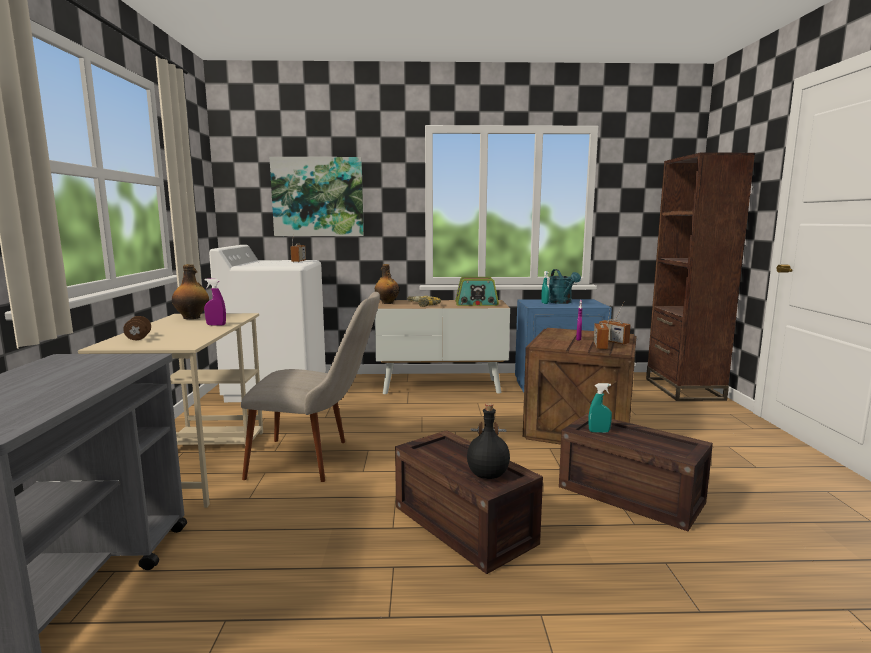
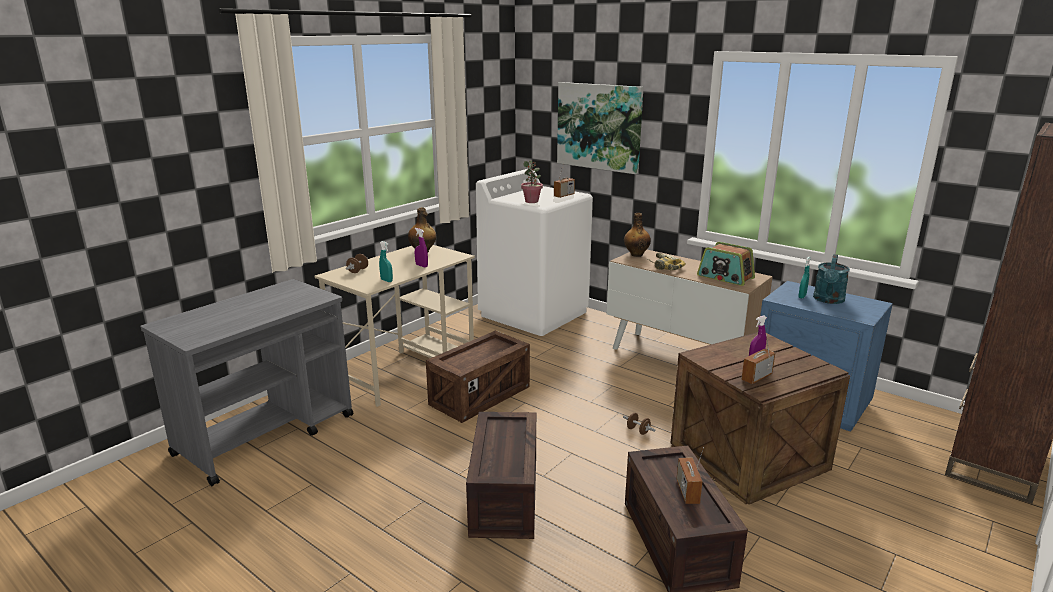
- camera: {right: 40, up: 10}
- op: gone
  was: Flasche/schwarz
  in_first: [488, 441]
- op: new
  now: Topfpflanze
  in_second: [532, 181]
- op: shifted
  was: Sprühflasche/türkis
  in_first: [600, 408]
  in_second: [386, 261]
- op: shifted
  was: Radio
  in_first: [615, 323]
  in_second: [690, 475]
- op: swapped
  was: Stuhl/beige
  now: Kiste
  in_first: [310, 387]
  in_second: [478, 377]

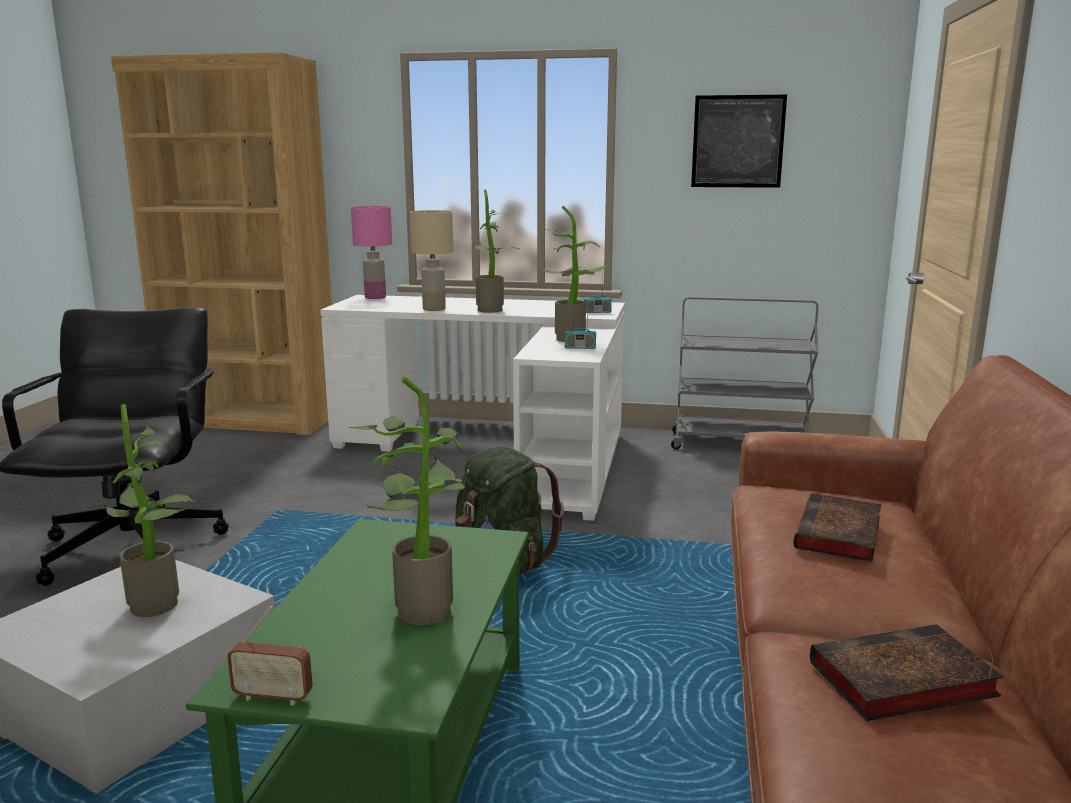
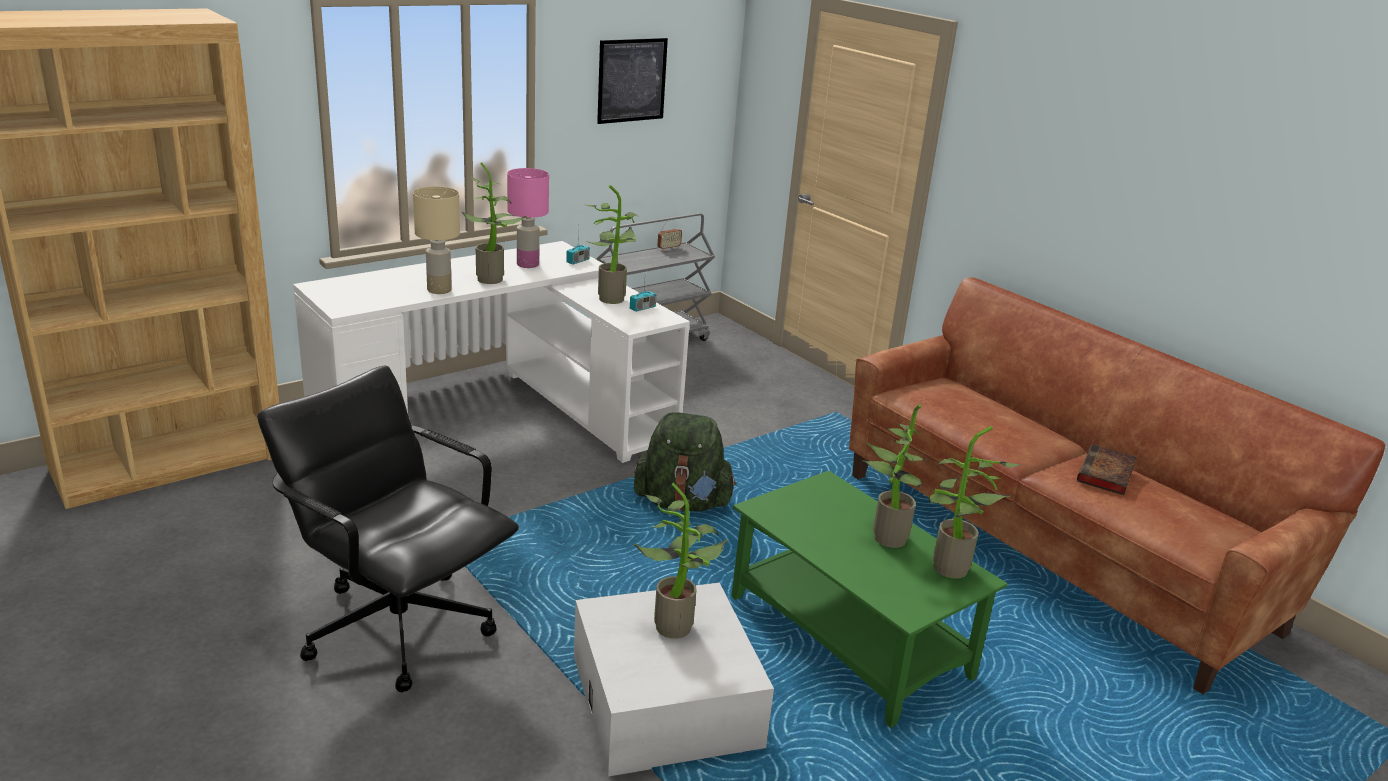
- camera: {right: -50, up: 10}
- op: gone
  was: Buch
  in_first: [837, 527]
- op: new
  now: Topfpflanze
  in_second: [975, 502]
- op: shifted
  was: Radio
  in_first: [270, 656]
  in_second: [669, 233]
- op: shifted
  was: Tischlampe/rosa
  in_first: [371, 252]
  in_second: [528, 218]

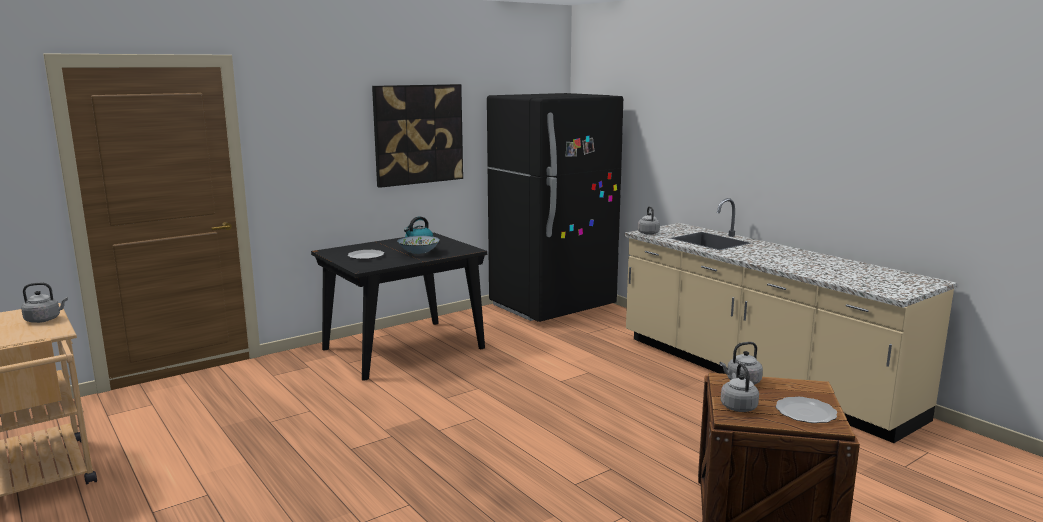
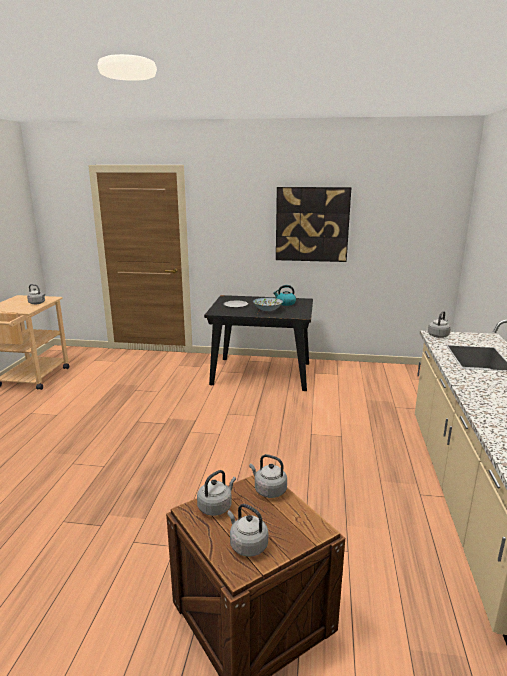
- camera: {right: 45, up: 5}
- op: gone
  was: Kühlschrank/schwarz
  in_first: [555, 207]
- op: swapped
  was: Teller
  now: Wasserkessel/grau
  in_first: [806, 410]
  in_second: [247, 530]

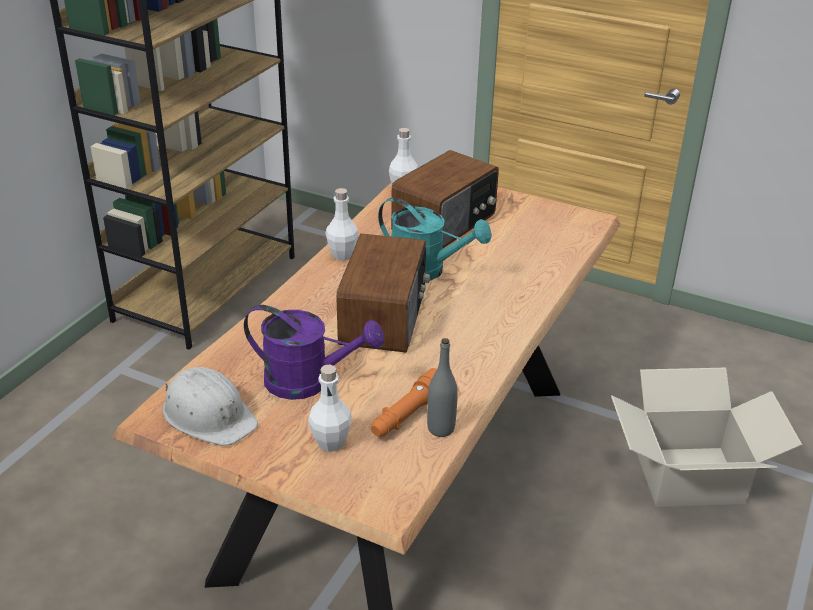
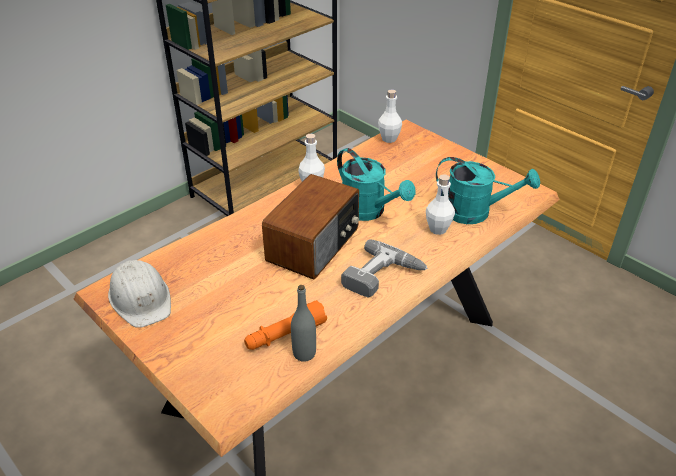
- camera: {right: 20, up: 5}
- op: gone
  was: Gießkanne/lila
  in_first: [314, 352]
- op: gone
  was: Radio
  in_first: [445, 199]
- op: gone
  was: Karton
  in_first: [706, 437]
- op: new
  now: Bohrmaschine
  in_second: [384, 268]
- op: new
  now: Gießkanne/türkis
  in_second: [488, 190]
- op: shifted
  was: Flasche/weiß
  in_first: [330, 408]
  in_second: [440, 204]

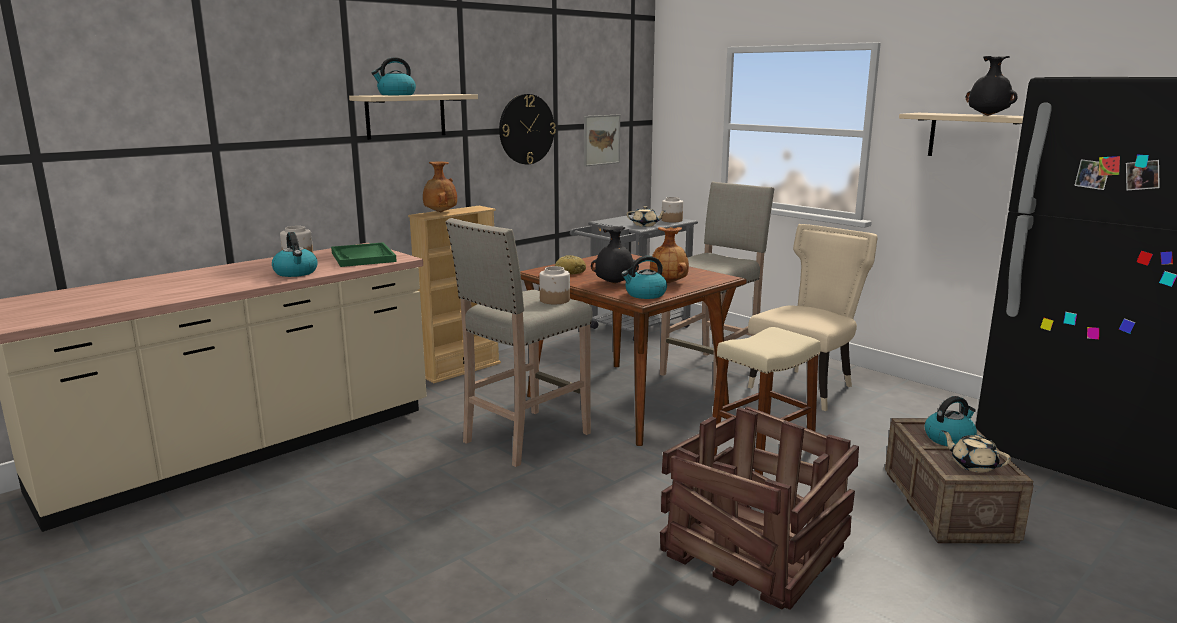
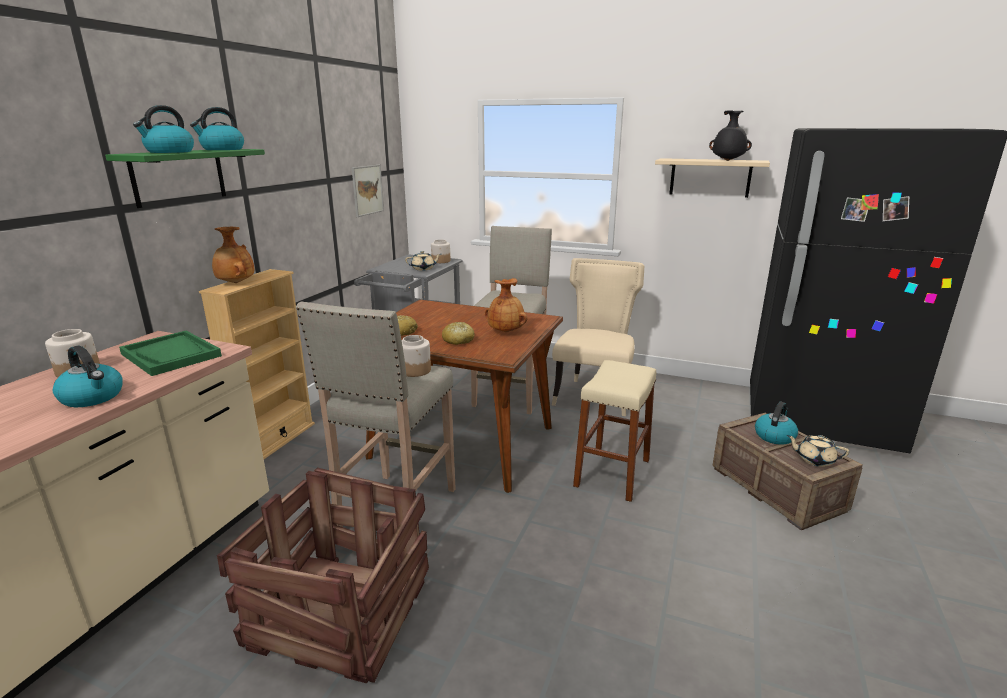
- camera: {right: -25, up: 5}
- op: gone
  was: Wanduhr
  in_first: [527, 129]
- op: shifted
  was: Wasserkessel
  in_first: [644, 277]
  in_second: [217, 128]
- op: shifted
  was: Kiste
  in_first: [759, 508]
  in_second: [323, 575]
- op: swapped
  was: Vase/schwarz
  now: Brot
  in_first: [615, 255]
  in_second: [458, 333]
- op: repainted
  was: Wandregal/beige
  now: Wandregal/grün
  in_first: [413, 117]
  in_second: [185, 178]

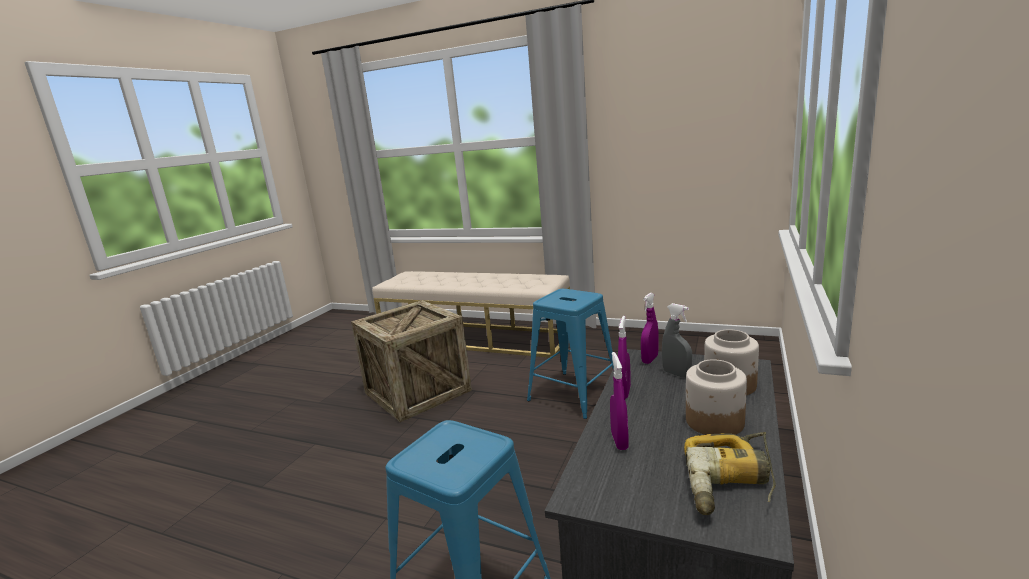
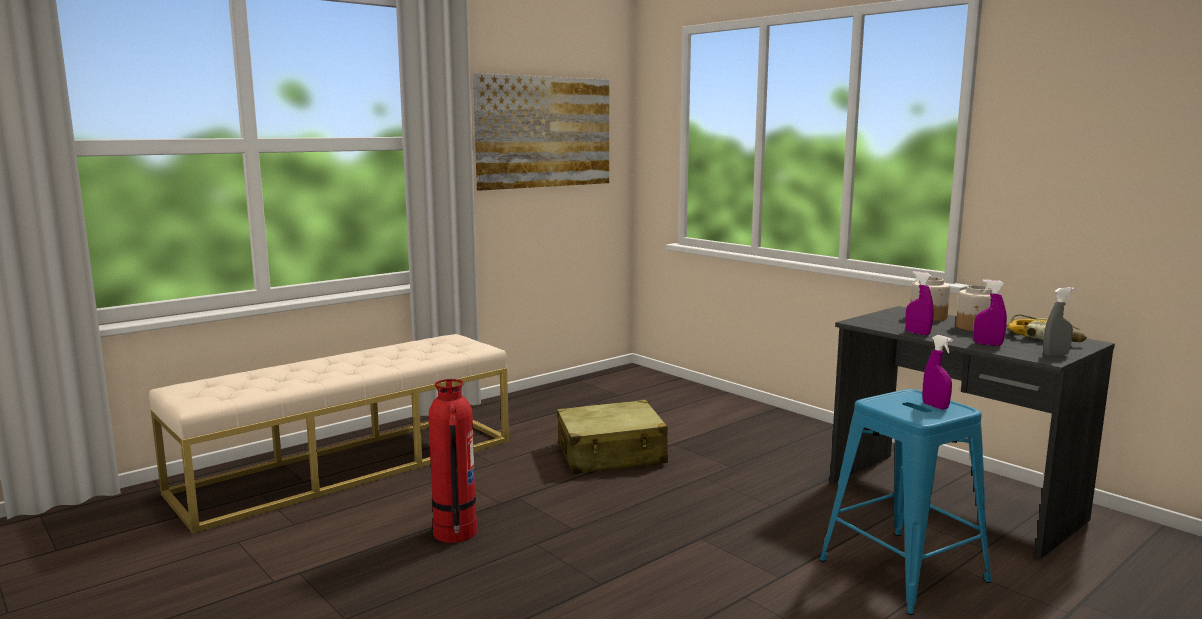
- camera: {right: -65, up: -5}
- op: new
  now: Bild
  in_second: [541, 132]
- op: shifted
  was: Sprühflasche/lila
  in_first: [650, 328]
  in_second: [937, 372]
- op: shifted
  was: Sprühflasche/grau
  in_first: [677, 340]
  in_second: [1059, 321]
- op: swapped
  was: Kiste
  now: Feuerlöscher
  in_first: [411, 361]
  in_second: [452, 461]
- op: swapped
  was: Hocker/blau
  now: Koffer/beige
  in_first: [570, 354]
  in_second: [612, 437]

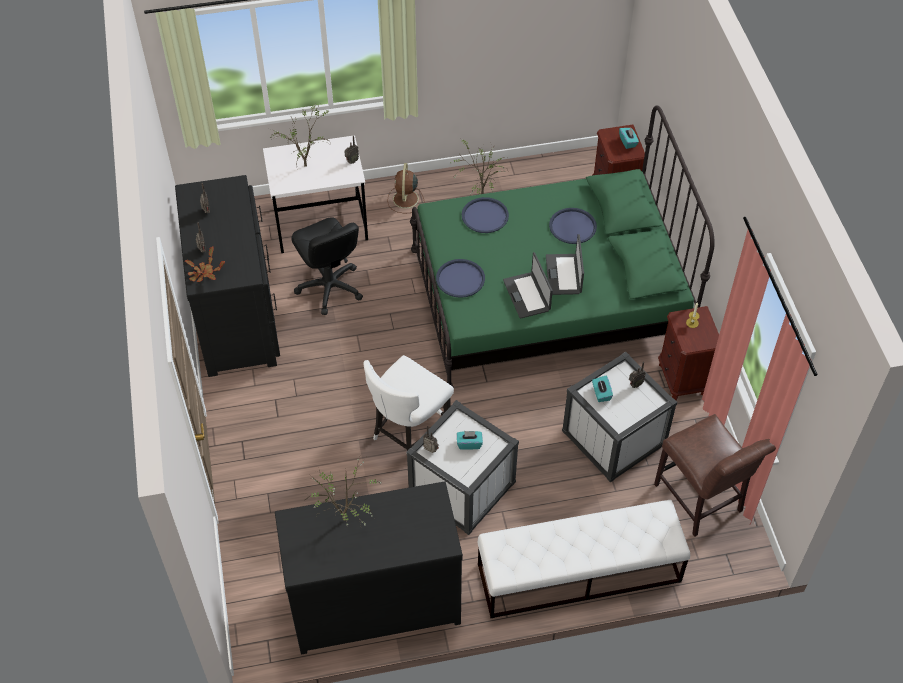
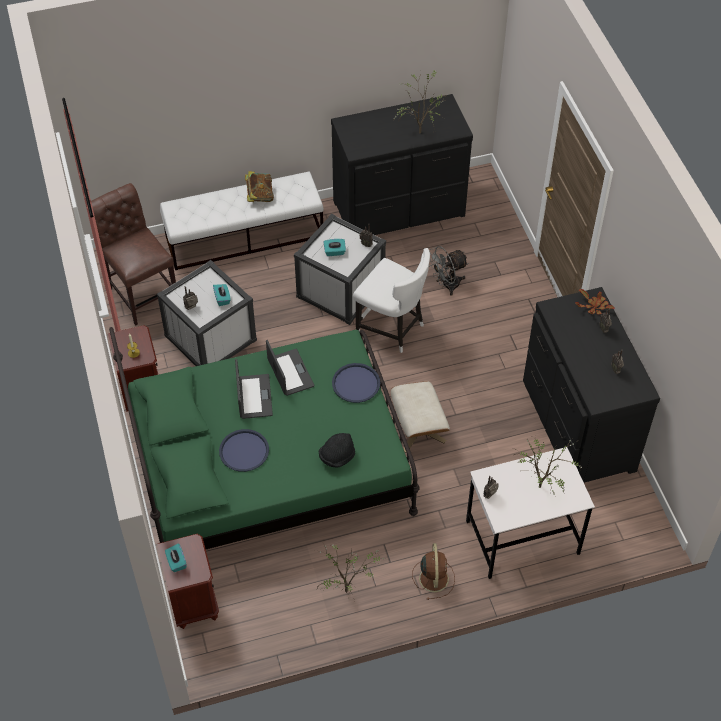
- camera: {right: 175, up: 0}
- op: gone
  was: Bürostuhl/schwarz
  in_first: [327, 266]
- op: new
  now: Buch
  in_second: [259, 186]
- op: new
  now: Polsterhocker/beige
  in_second: [420, 417]
- op: new
  now: Ventilator/grau
  in_second: [448, 271]
- op: swapped
  was: Tablett/blau
  now: Hut/schwarz
  in_first: [485, 215]
  in_second: [337, 450]
- op: rotated
  was: Stuhl/weiß
  in_first: [409, 403]
  in_second: [391, 300]
  clockwise: 90

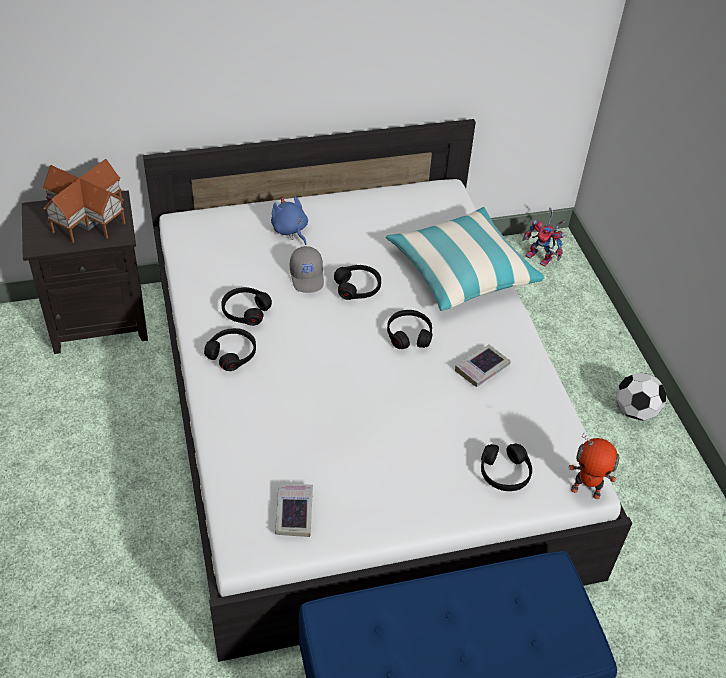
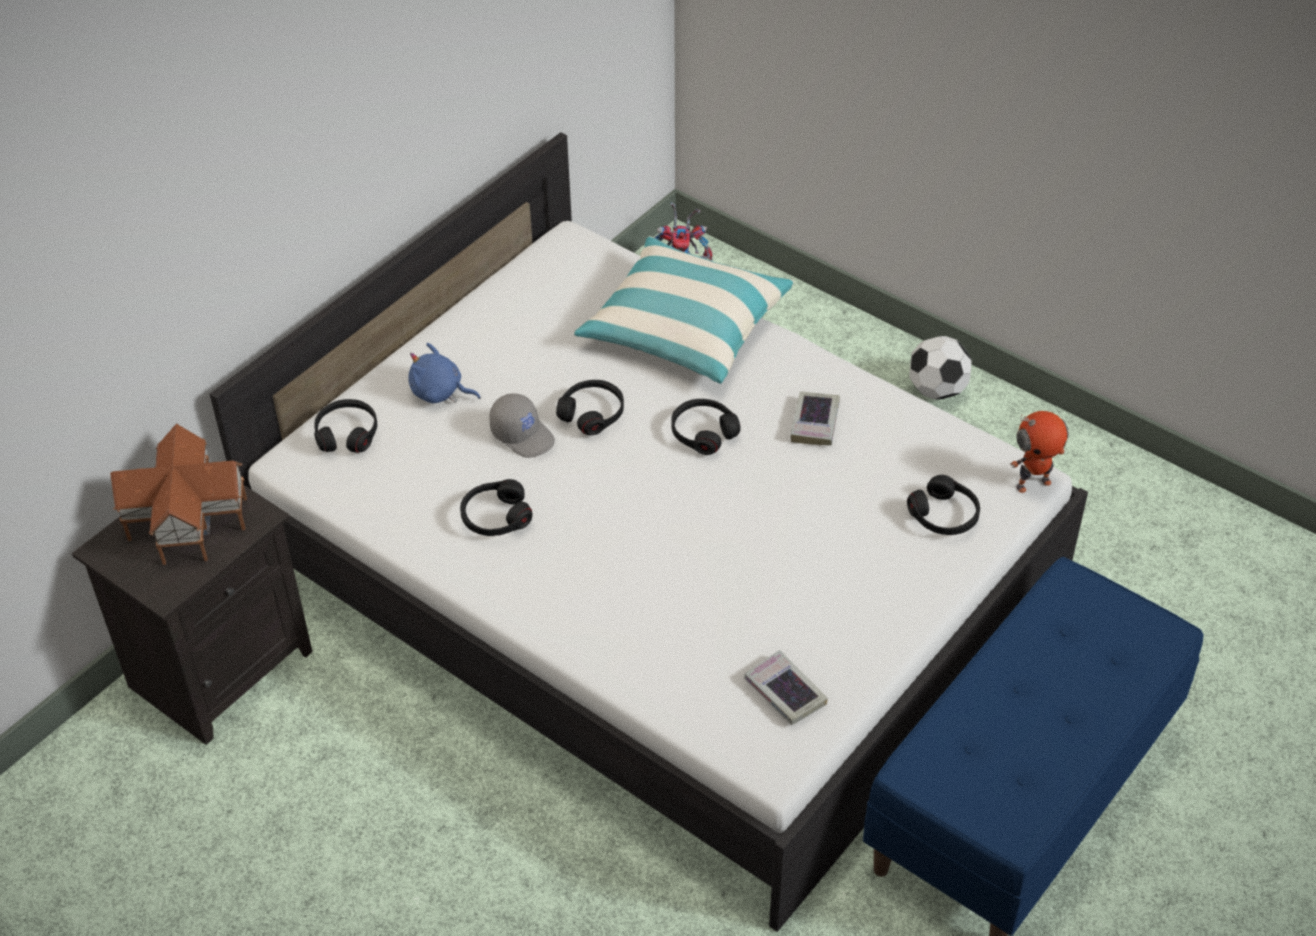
- camera: {right: -35, up: 0}
- op: shifted
  was: Kopfhörer/schwarz
  in_first: [230, 349]
  in_second: [345, 426]

